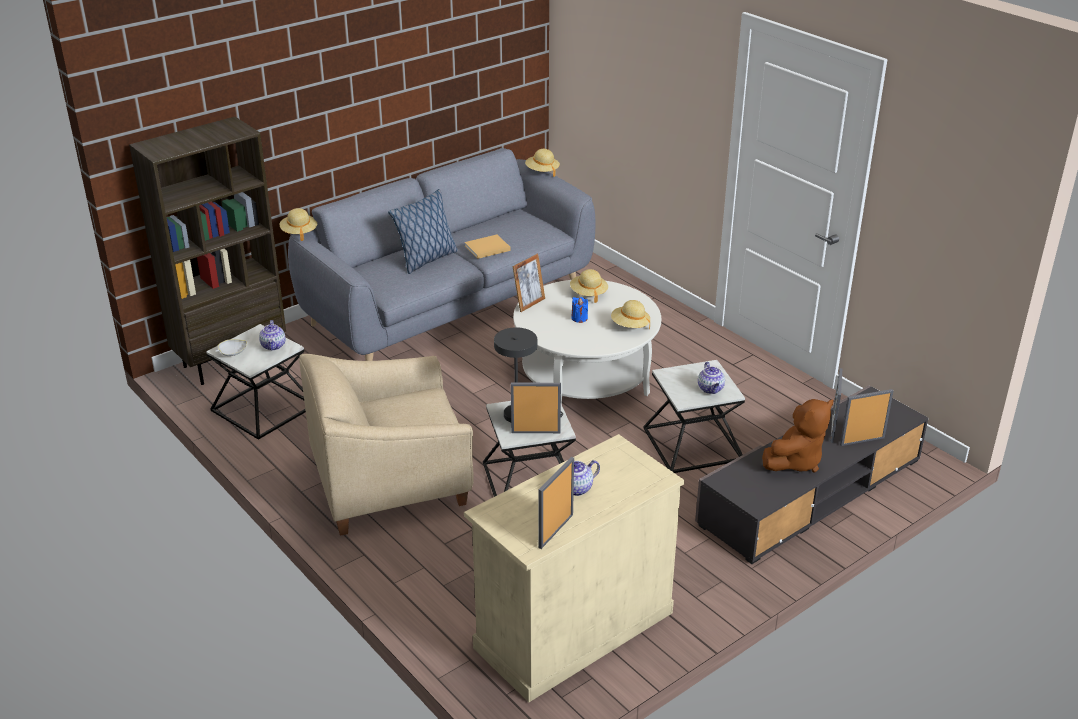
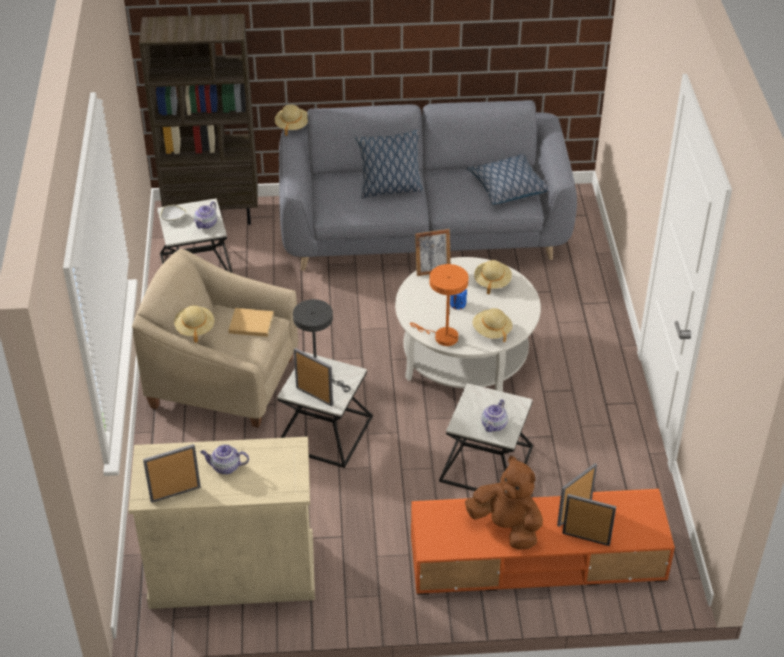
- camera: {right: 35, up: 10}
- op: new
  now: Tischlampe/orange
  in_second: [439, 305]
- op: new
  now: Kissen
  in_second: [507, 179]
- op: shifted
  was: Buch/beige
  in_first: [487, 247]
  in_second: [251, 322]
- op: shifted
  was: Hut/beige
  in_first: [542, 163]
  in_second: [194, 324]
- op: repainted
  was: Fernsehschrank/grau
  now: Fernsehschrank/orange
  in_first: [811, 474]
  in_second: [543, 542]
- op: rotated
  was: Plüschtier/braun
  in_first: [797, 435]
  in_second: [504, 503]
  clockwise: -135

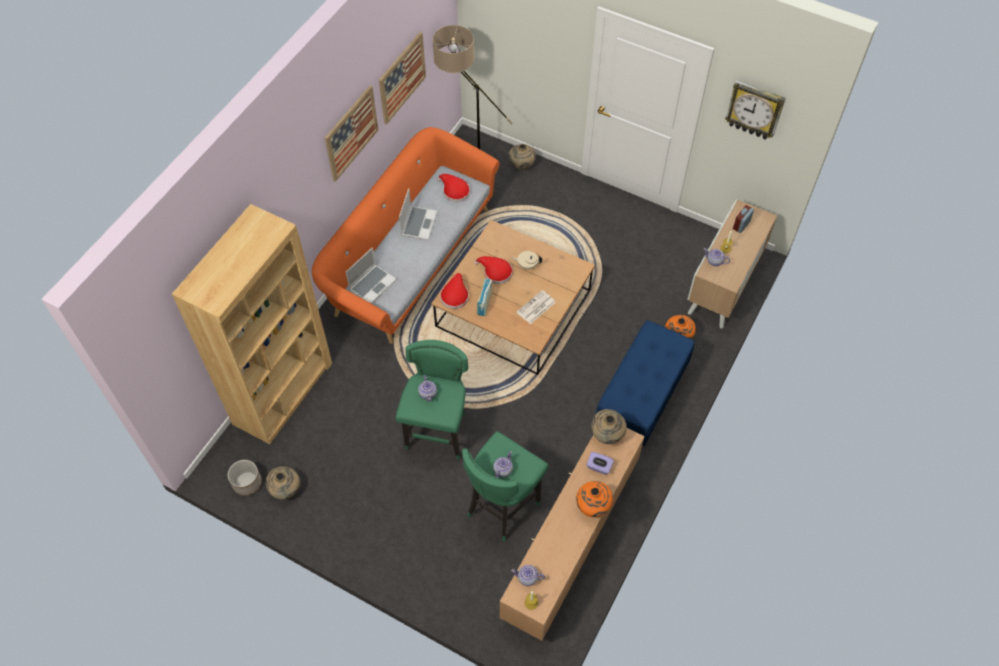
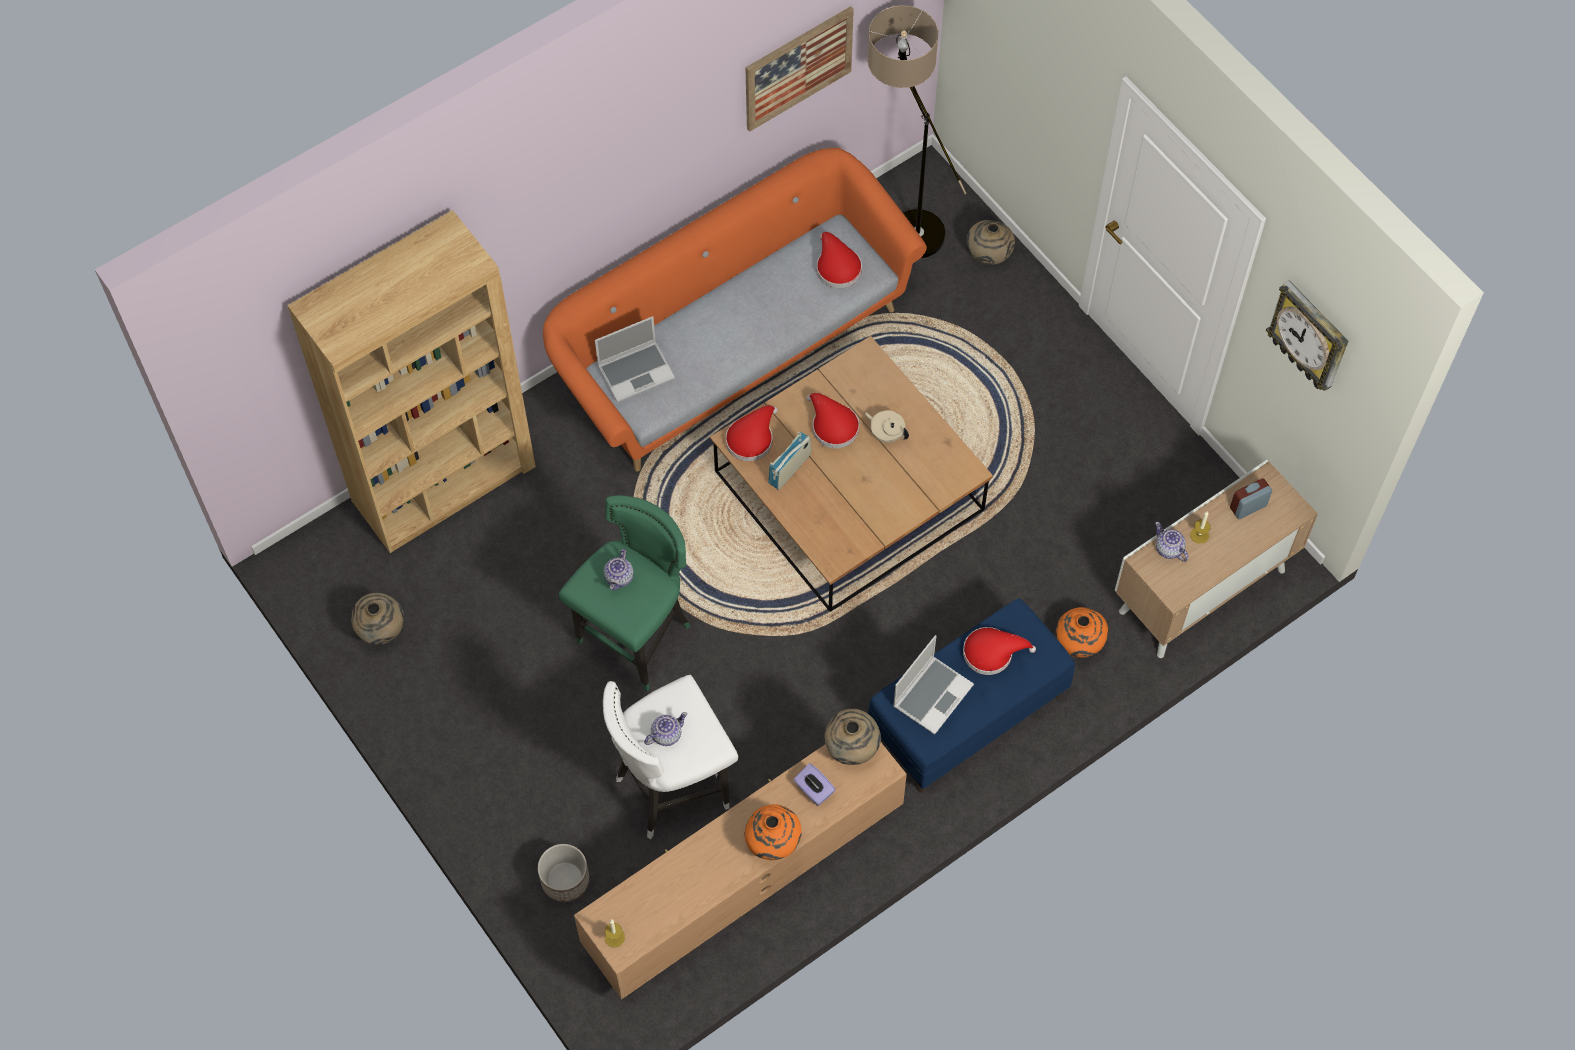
- camera: {right: 25, up: 5}
- op: gone
  was: Bild
  in_first: [351, 133]
- op: gone
  was: Teekanne
  in_first: [528, 575]
- op: gone
  was: Zeitung
  in_first: [536, 307]
- op: new
  now: Hut/rot
  in_second: [999, 651]
- op: shifted
  was: Pflanzkübel
  in_first: [245, 478]
  in_second: [563, 873]
- op: shifted
  was: Laptop
  in_first: [418, 214]
  in_second: [933, 685]
- op: repainted
  was: Hocker/grün
  now: Hocker/weiß
  in_first: [505, 486]
  in_second: [670, 757]

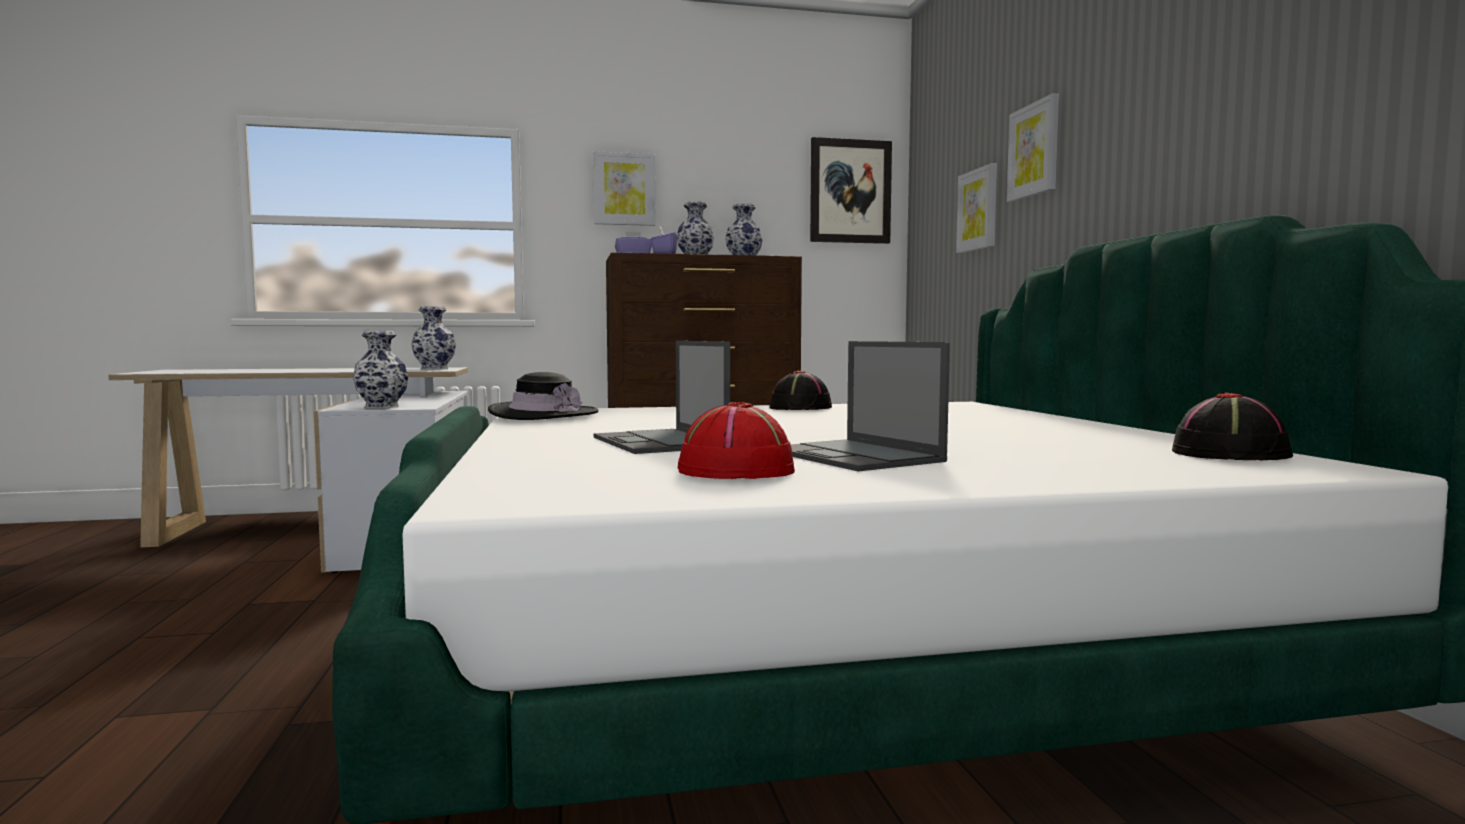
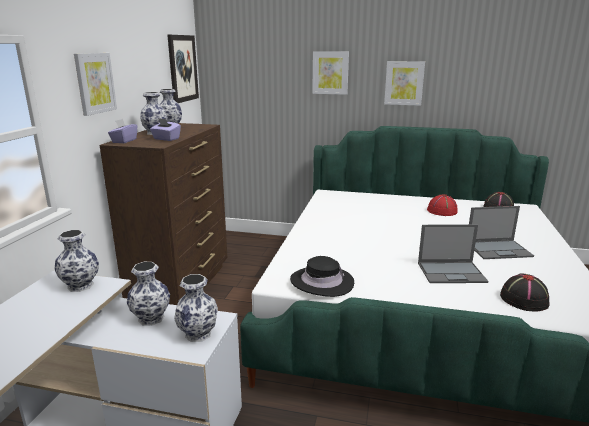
- camera: {right: -65, up: 15}
- op: new
  now: Vase
  in_second: [148, 294]
- op: shifted
  was: Hut/rot
  in_first: [736, 440]
  in_second: [442, 205]
- op: shifted
  was: Hut/schwarz
  in_first: [801, 390]
  in_second: [525, 292]
- op: shifted
  was: Bild
  in_first: [976, 208]
  in_second: [404, 83]

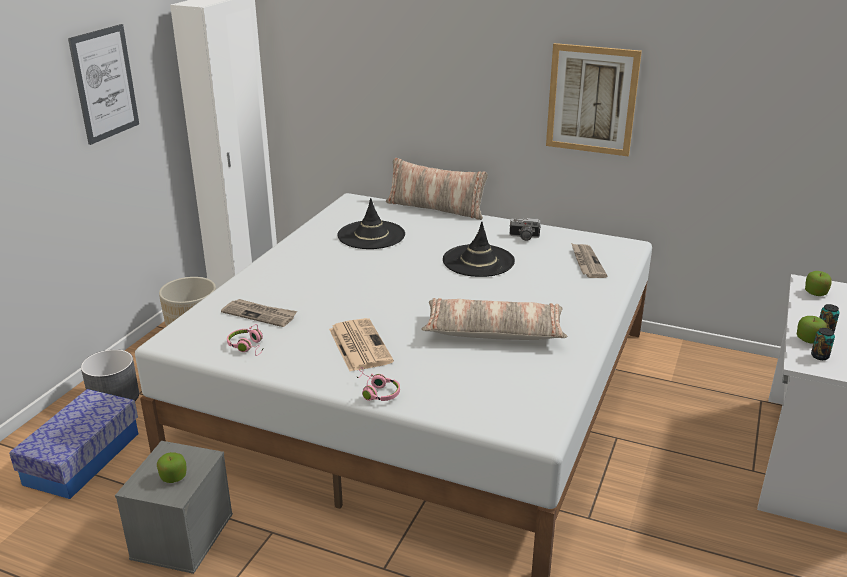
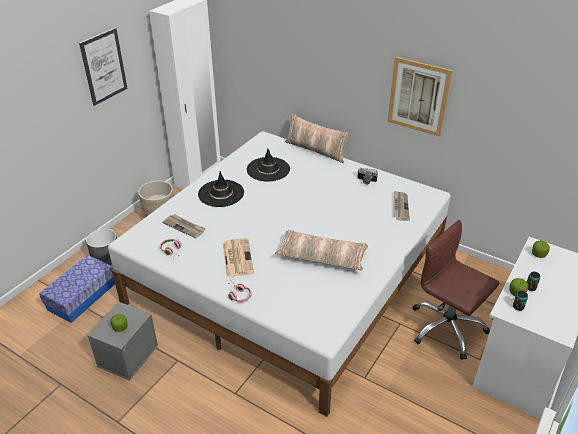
- camera: {right: 10, up: 10}
- op: new
  now: Bürostuhl/braun
  in_second: [455, 290]
- op: shifted
  was: Hut/schwarz
  in_first: [479, 249]
  in_second: [221, 189]

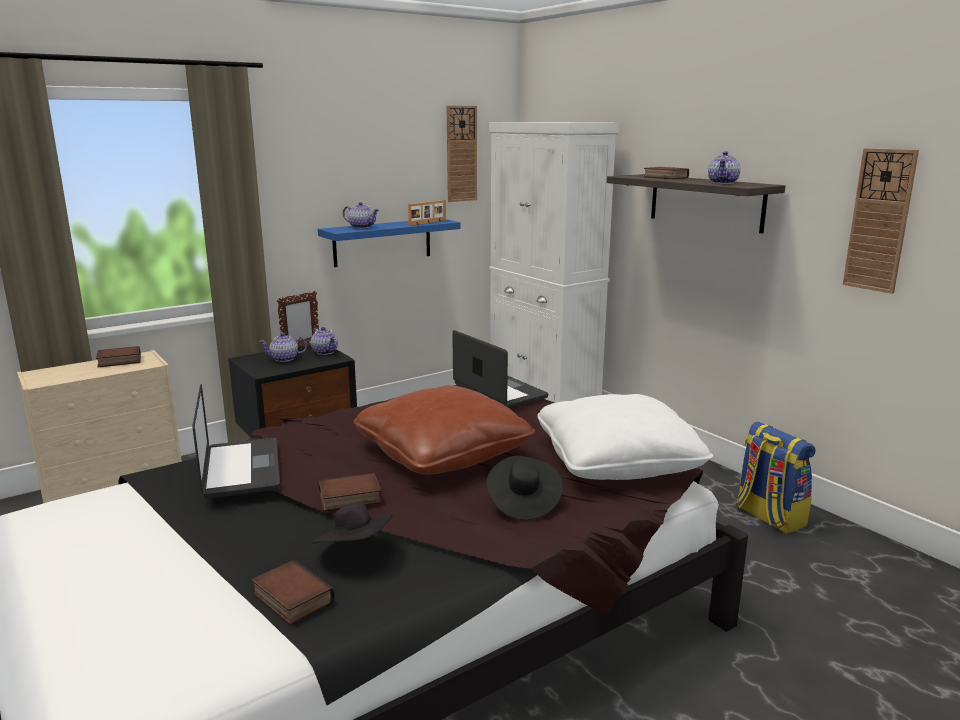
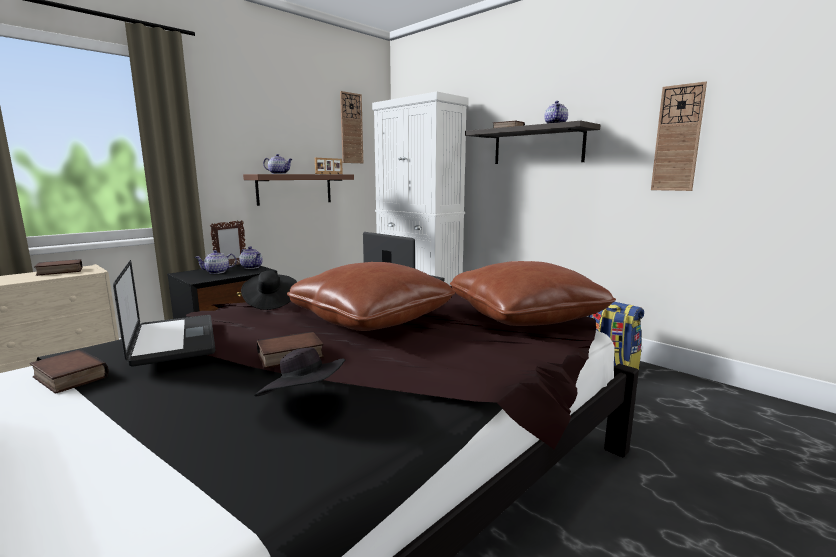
- camera: {right: -10, up: -5}
- op: shifted
  was: Buch
  in_first: [293, 592]
  in_second: [69, 371]
- op: shifted
  was: Hut/schwarz
  in_first: [524, 488]
  in_second: [269, 290]
- op: repainted
  was: Wandregal/blau
  now: Wandregal/braun
  in_first: [389, 243]
  in_second: [298, 190]
- op: repainted
  was: Kissen/weiß
  now: Kissen/braun
  in_first: [625, 437]
  in_second: [533, 293]

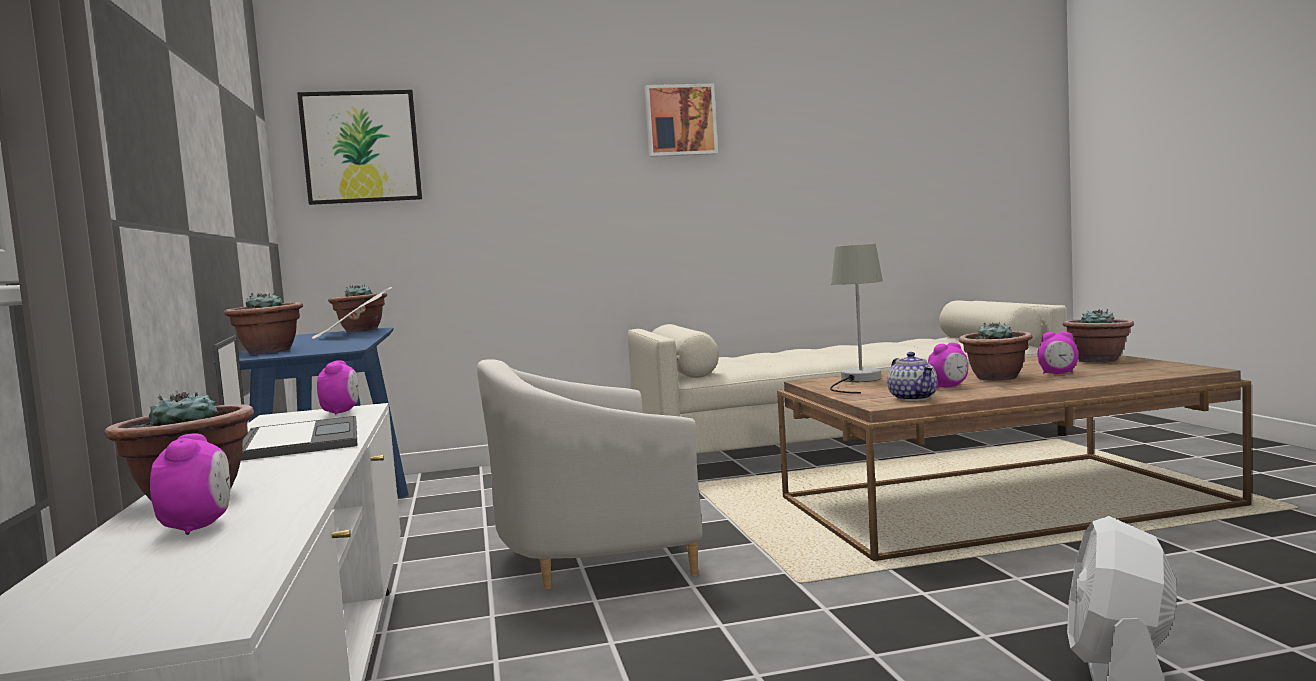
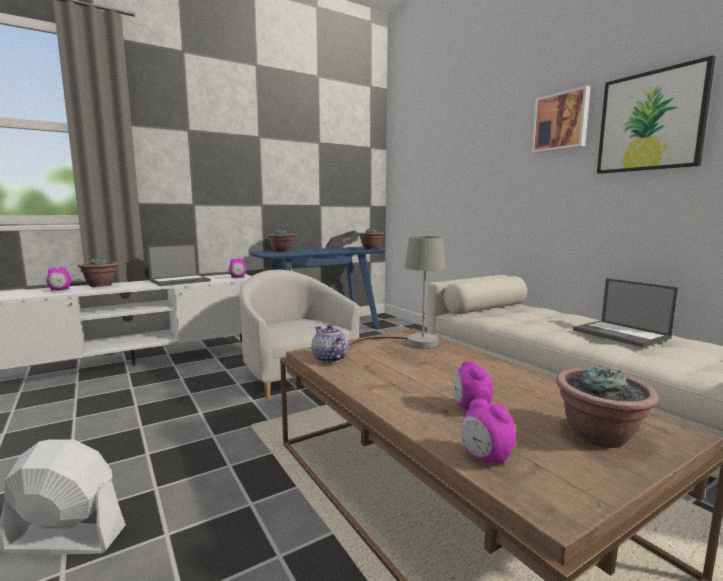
- camera: {right: 70, up: 5}
- op: gone
  was: Topfpflanze
  in_first: [996, 351]
- op: new
  now: Laptop
  in_second: [625, 313]
- op: shifted
  was: Bild
  in_first: [359, 147]
  in_second: [656, 115]
- op: shifted
  was: Wecker
  in_first: [948, 365]
  in_second: [488, 432]
- op: rotated
  was: Teekanne
  in_first: [912, 376]
  in_second: [329, 343]
  clockwise: 90

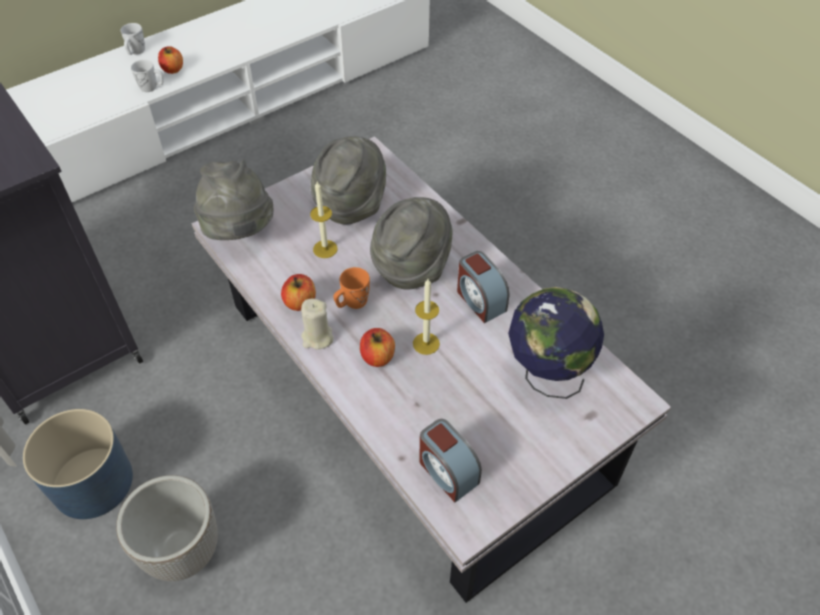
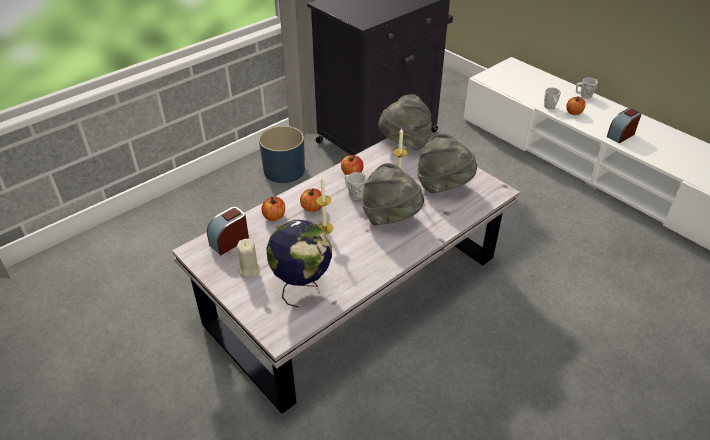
- camera: {right: 85, up: -10}
- op: gone
  was: Pflanzkübel
  in_first: [167, 528]
- op: new
  now: Apfel
  in_second: [273, 208]
- op: shifted
  was: Kerze/beige
  in_first: [317, 324]
  in_second: [248, 258]
- op: shifted
  was: Wecker
  in_first: [483, 287]
  in_second: [624, 126]
- op: repainted
  was: Henkelbecher/orange
  now: Henkelbecher/weiß
  in_first: [351, 288]
  in_second: [355, 186]

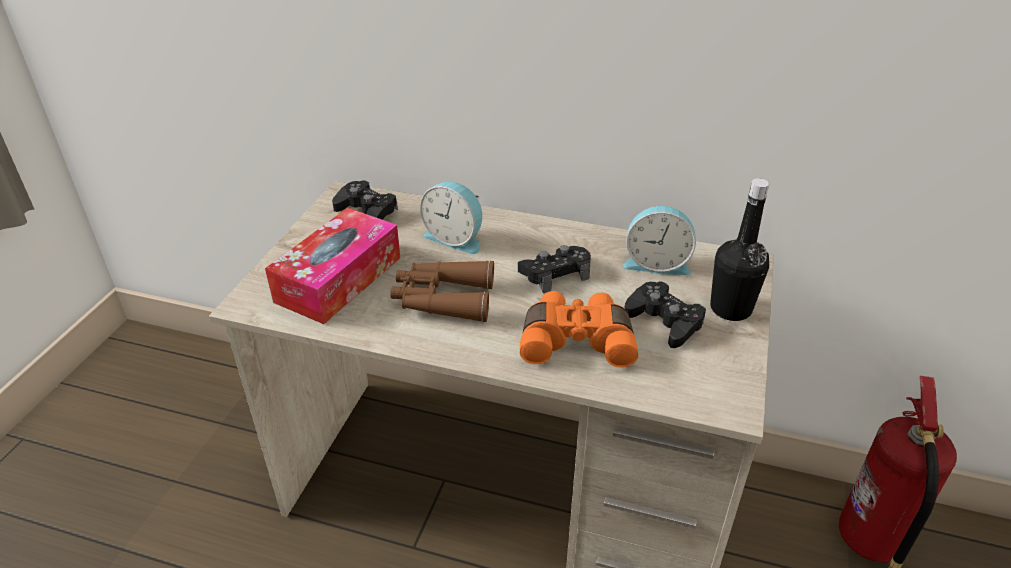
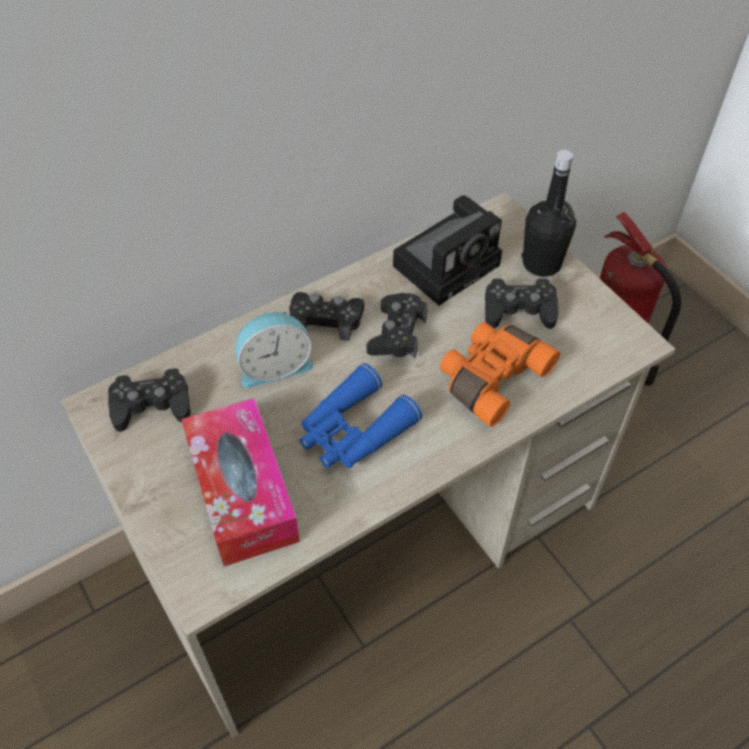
- camera: {right: -50, up: 15}
- op: new
  now: Gamepad/schwarz
  in_second: [326, 316]
- op: swapped
  was: Wecker
  now: Kamera
  in_first: [659, 241]
  in_second: [447, 250]
- op: repainted
  was: Fernglas/braun
  now: Fernglas/blau
  in_first: [442, 291]
  in_second: [360, 415]

